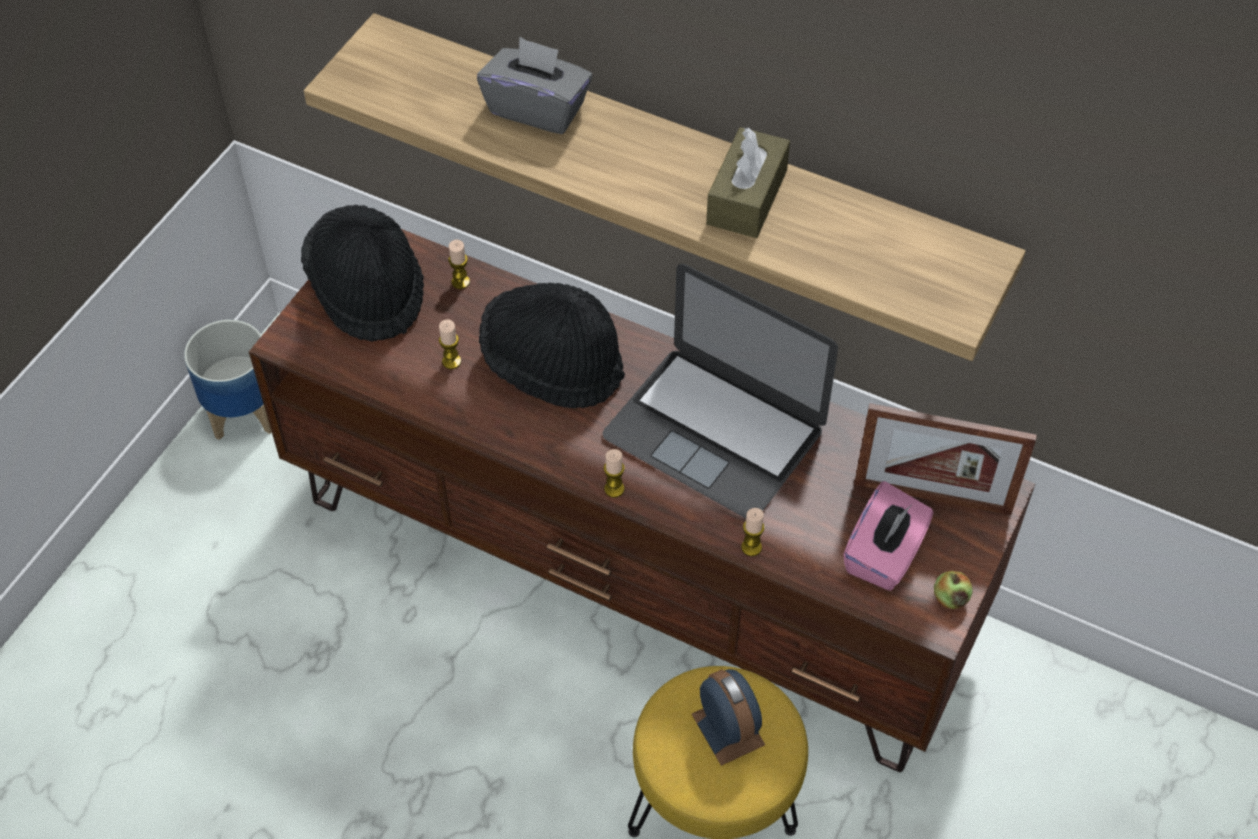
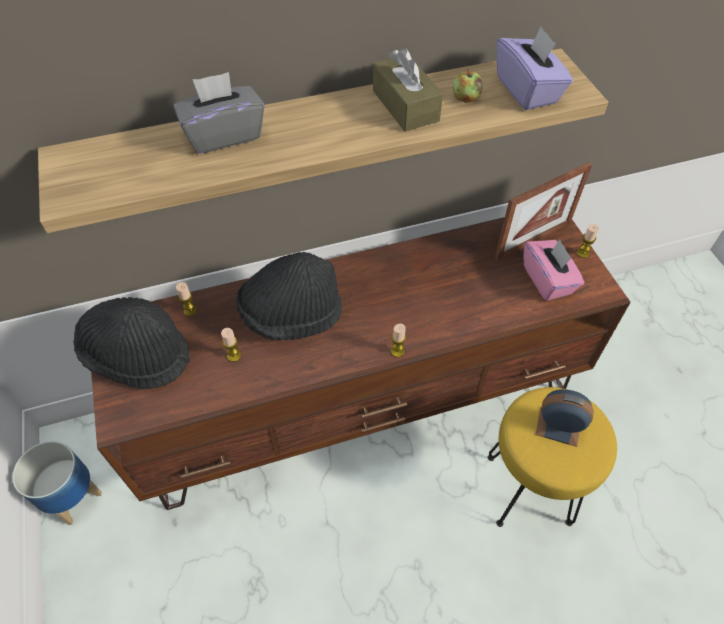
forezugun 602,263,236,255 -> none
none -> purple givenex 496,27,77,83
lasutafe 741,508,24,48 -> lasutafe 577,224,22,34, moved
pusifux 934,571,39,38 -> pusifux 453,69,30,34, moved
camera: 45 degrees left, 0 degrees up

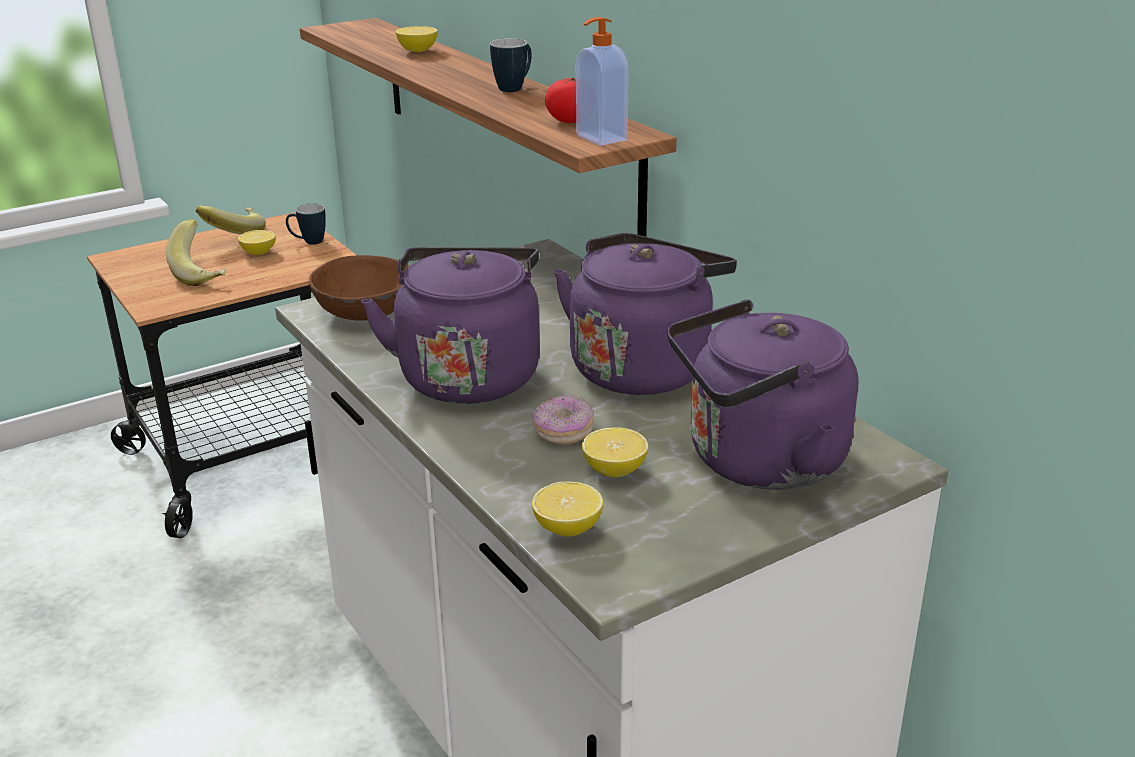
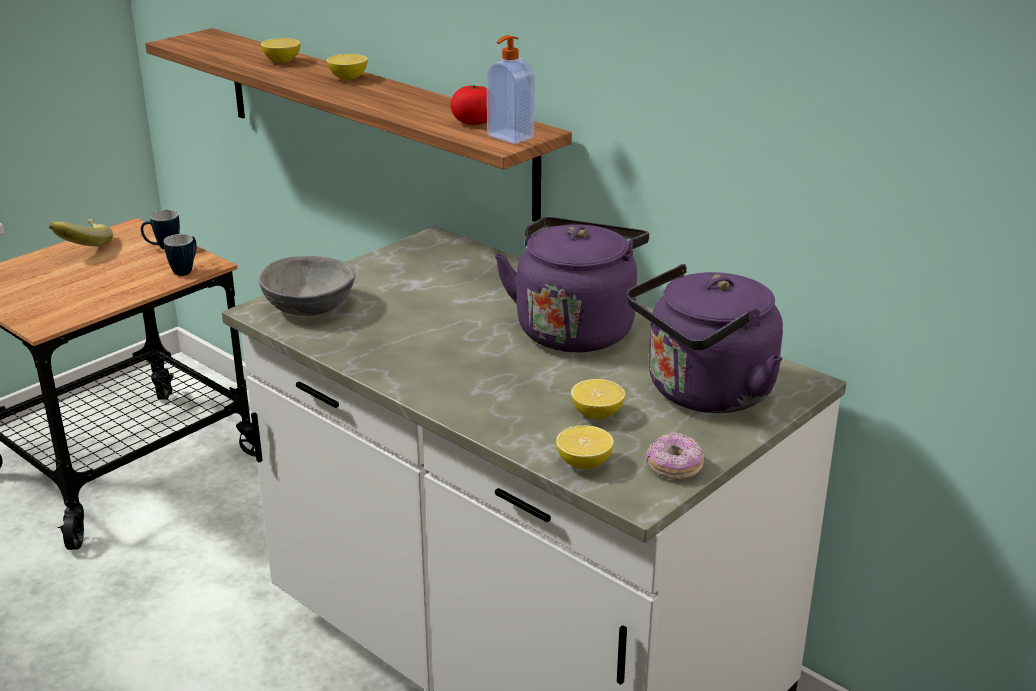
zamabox 166,219,59,67 -> none
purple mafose 361,247,179,157 -> none
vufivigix 238,230,38,25 -> vufivigix 327,54,41,26, moved
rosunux 490,38,42,54 -> rosunux 163,234,33,42, moved
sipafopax 533,394,61,50 -> sipafopax 646,432,58,48, moved
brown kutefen 309,255,102,65 -> grey kutefen 258,256,97,60
camera: 15 degrees left, 0 degrees up

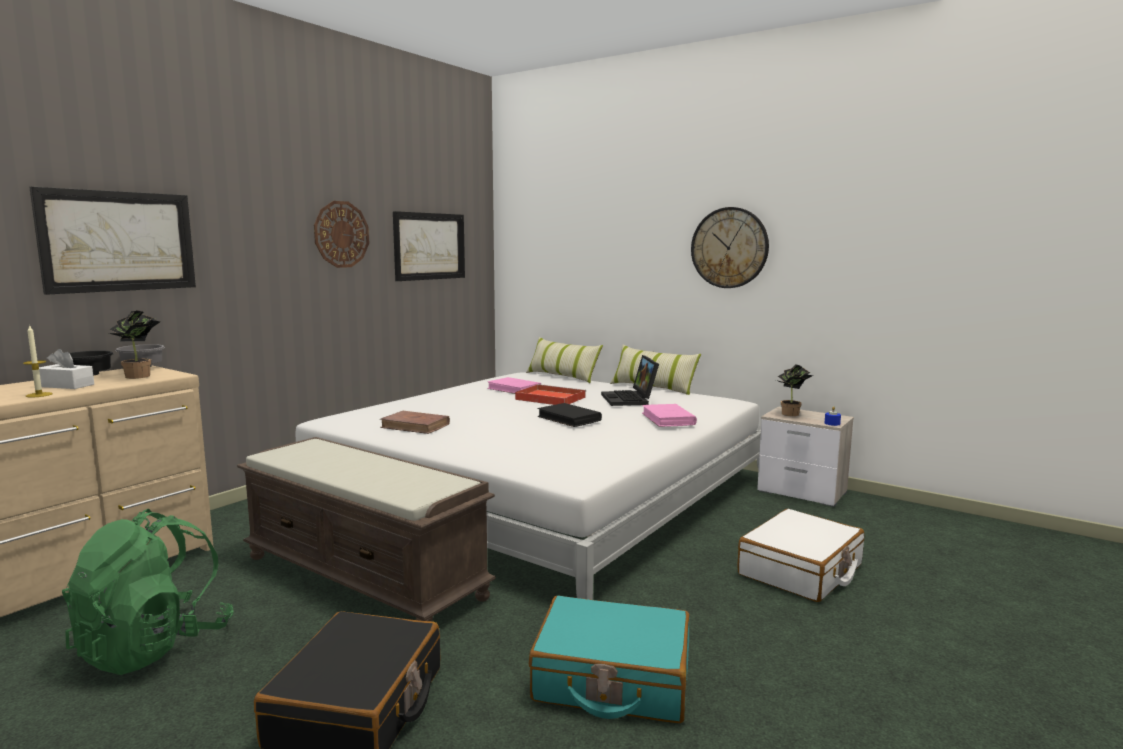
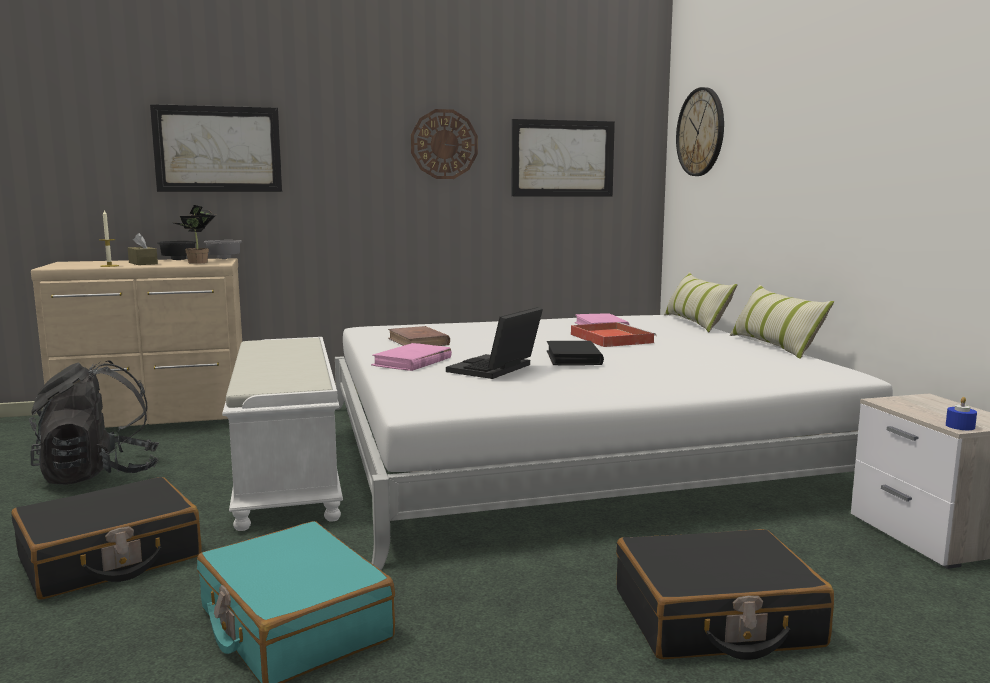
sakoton 776,364,37,52 -> none
forezugun 601,355,58,51 -> forezugun 446,307,97,72, moved
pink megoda 642,404,55,23 -> pink megoda 371,343,81,28, moved
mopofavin 691,207,78,81 -> mopofavin 676,87,48,89, moved
white givenex 39,349,55,40 -> brown givenex 128,233,30,32
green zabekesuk 62,509,172,166 -> black zabekesuk 29,360,130,125
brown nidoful 237,437,259,184 -> white nidoful 222,337,121,194
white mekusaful 737,509,127,93 -> black mekusaful 616,529,218,131
camera: 40 degrees right, 0 degrees up

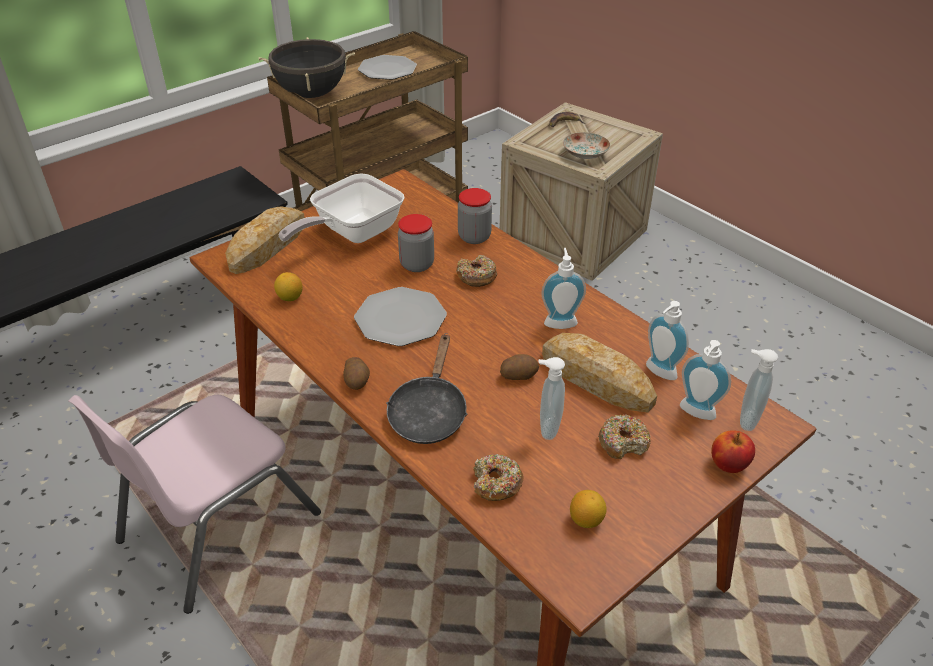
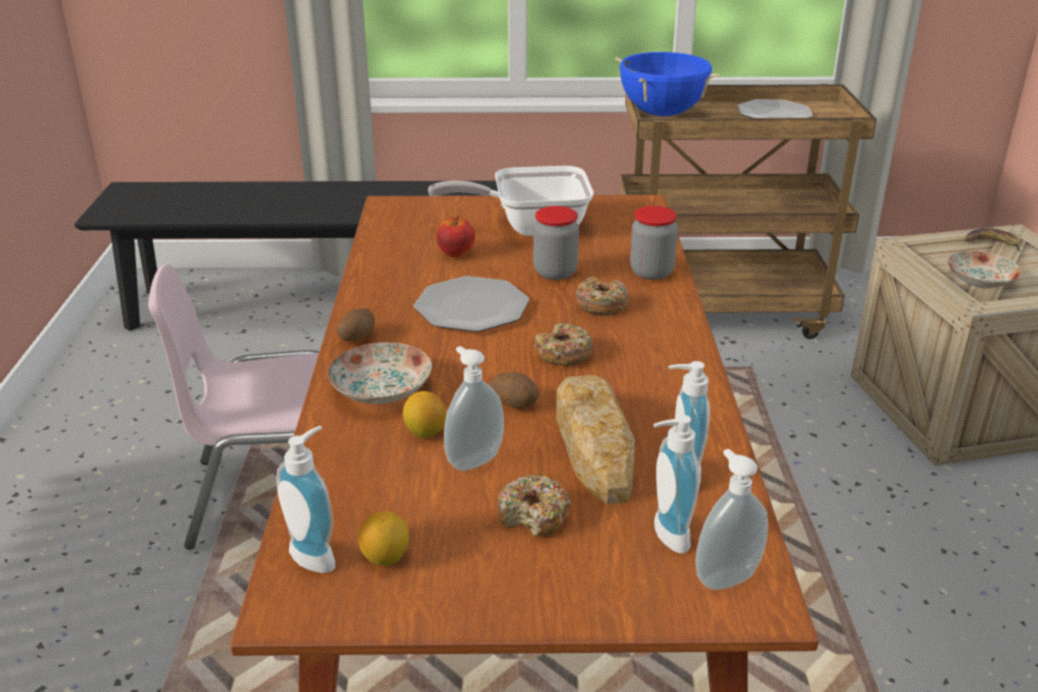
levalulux 225,207,80,67 -> none
vufivigix 274,272,29,29 -> vufivigix 403,391,43,47, moved
sipafopax 473,454,51,47 -> sipafopax 534,323,60,43, moved
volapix 541,248,45,81 -> volapix 276,426,59,147, moved
pusifux 711,431,44,42 -> pusifux 437,215,38,42, moved
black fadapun 386,333,81,111 -> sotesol 327,342,105,62
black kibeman 259,37,96,61 -> blue kibeman 615,52,104,64
camera: 40 degrees right, 10 degrees down

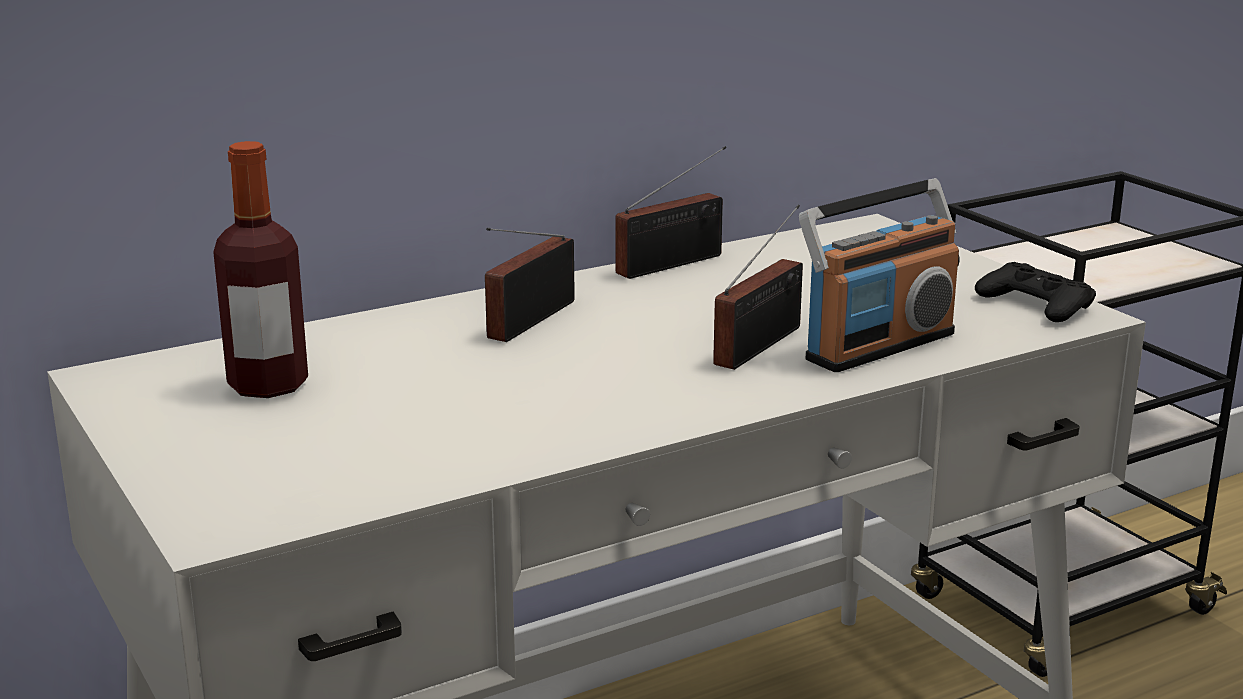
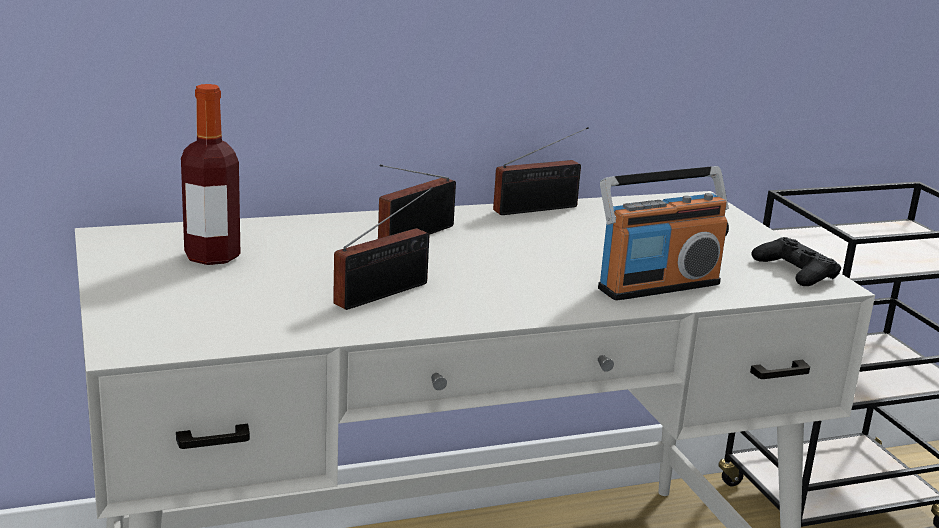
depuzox 713,205,90,165 -> depuzox 333,187,100,123, moved
camera: 10 degrees right, 0 degrees up

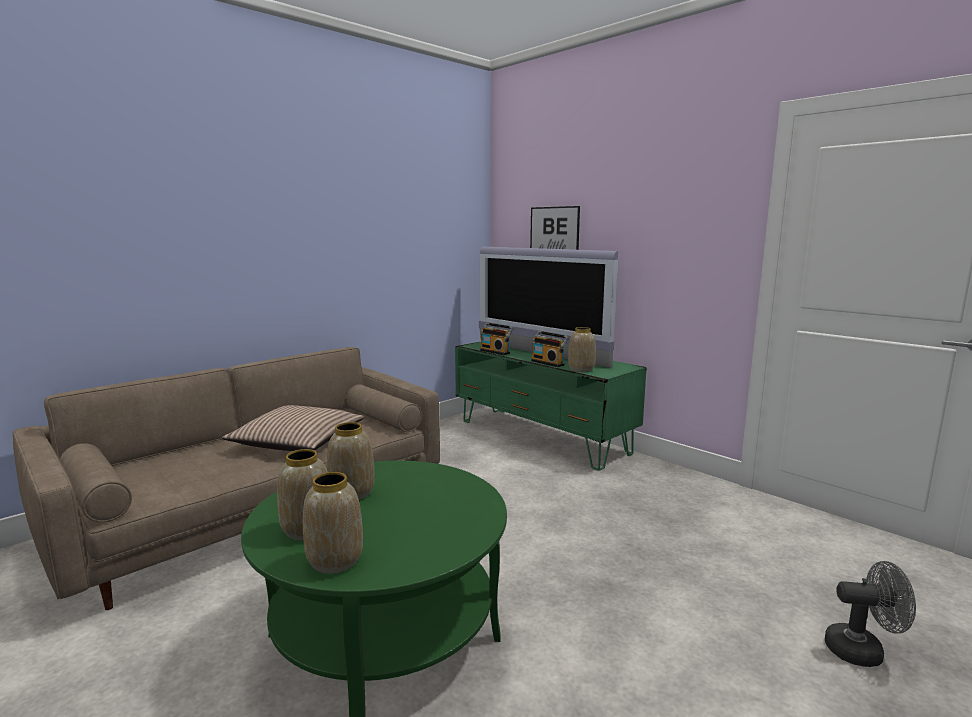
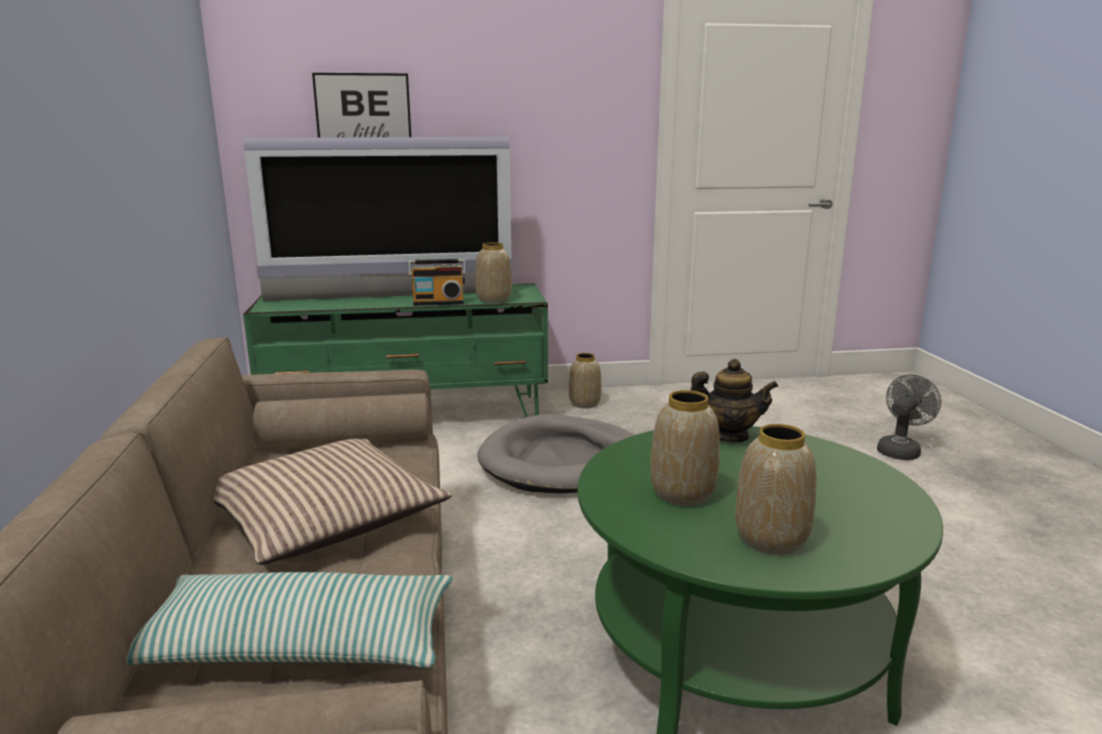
depuzox 480,323,34,32 -> none
none -> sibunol 126,572,327,96
none -> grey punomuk 477,414,157,80
none -> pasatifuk 691,359,88,84
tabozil 303,472,60,102 -> tabozil 569,353,32,55, moved
camera: 55 degrees left, 5 degrees up

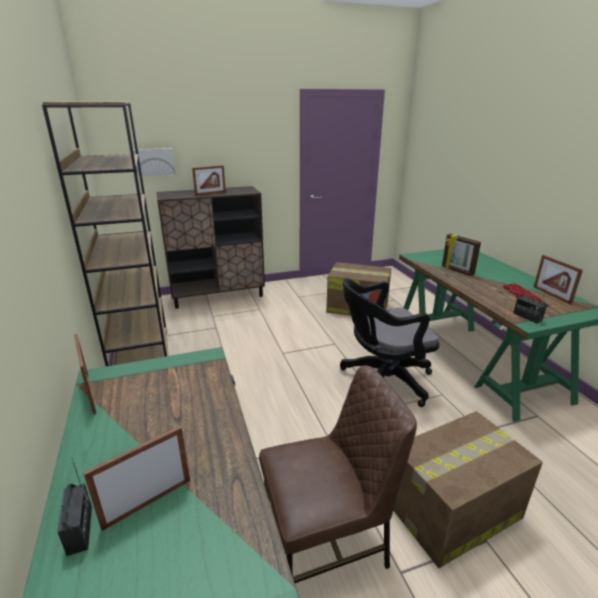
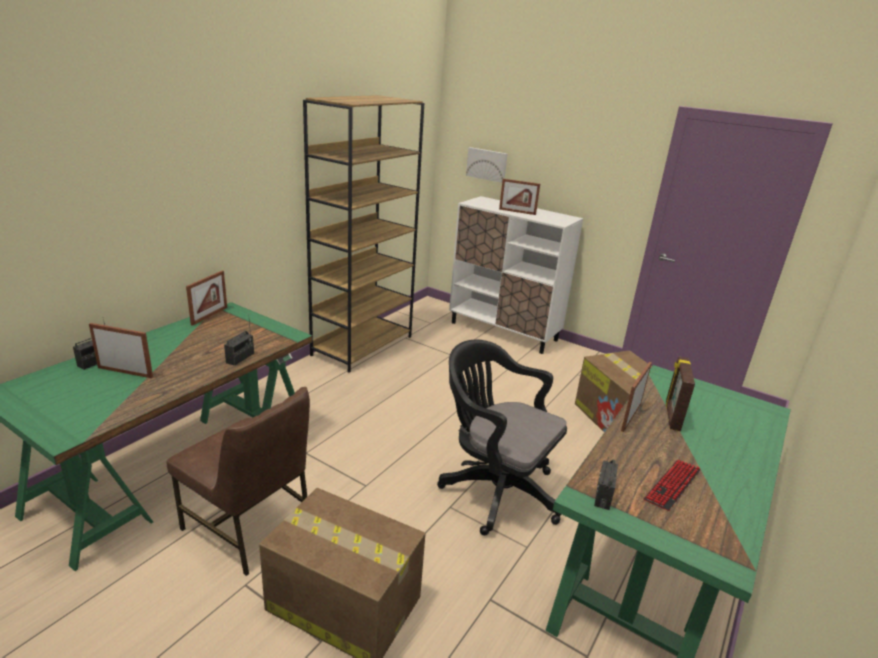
none -> depuzox 224,320,30,46
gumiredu 534,255,49,50 -> gumiredu 621,362,31,70, moved
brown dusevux 156,186,109,123 -> white dusevux 449,196,134,158
camera: 50 degrees right, 0 degrees up

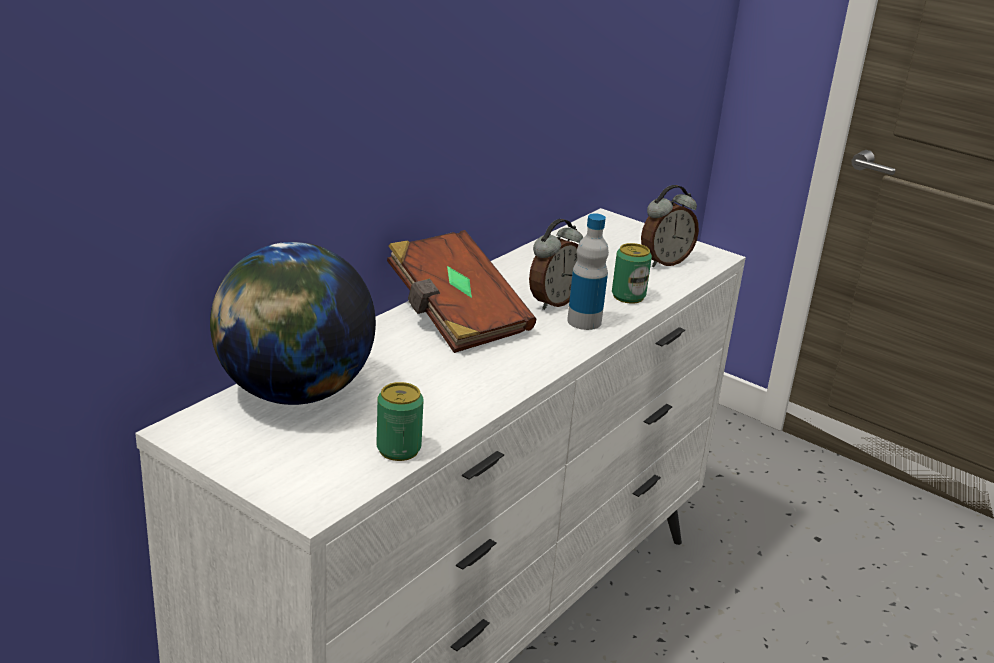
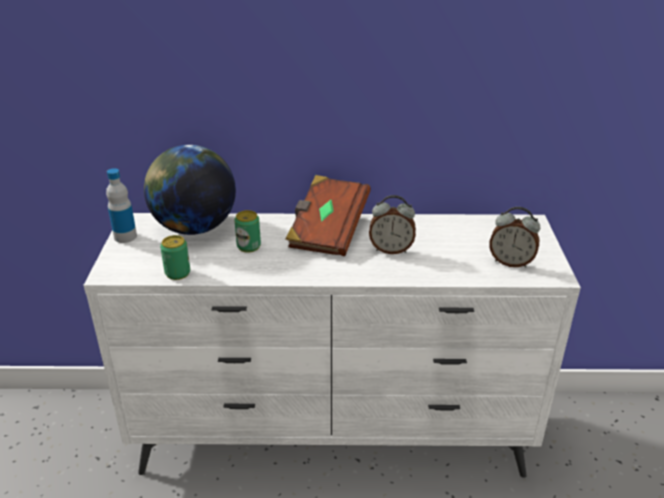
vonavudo 567,214,42,116 -> vonavudo 106,168,31,75, moved
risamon 612,243,40,61 -> risamon 234,210,27,43, moved
camera: 55 degrees right, 5 degrees up

